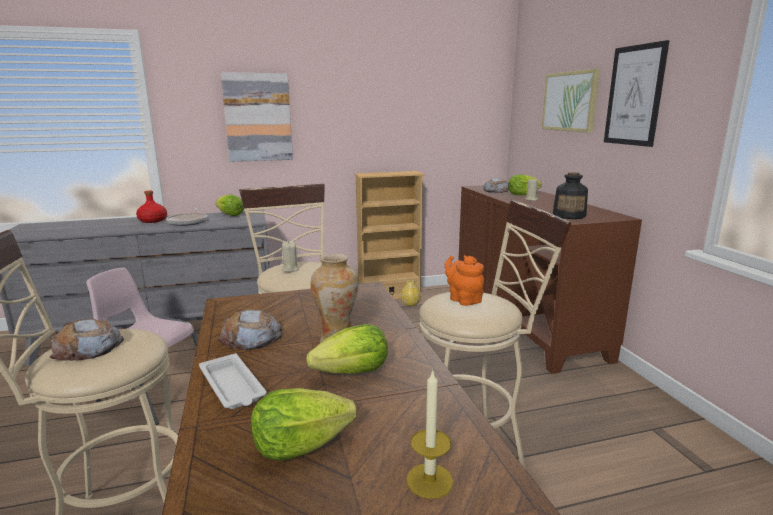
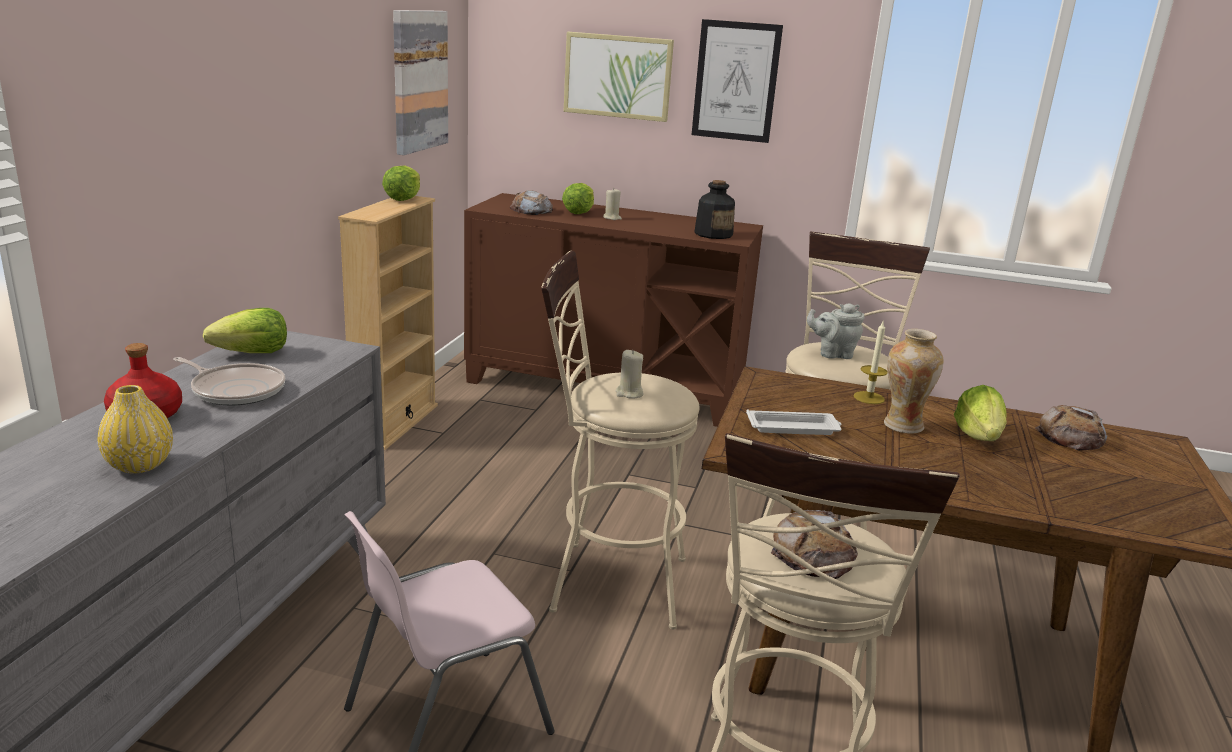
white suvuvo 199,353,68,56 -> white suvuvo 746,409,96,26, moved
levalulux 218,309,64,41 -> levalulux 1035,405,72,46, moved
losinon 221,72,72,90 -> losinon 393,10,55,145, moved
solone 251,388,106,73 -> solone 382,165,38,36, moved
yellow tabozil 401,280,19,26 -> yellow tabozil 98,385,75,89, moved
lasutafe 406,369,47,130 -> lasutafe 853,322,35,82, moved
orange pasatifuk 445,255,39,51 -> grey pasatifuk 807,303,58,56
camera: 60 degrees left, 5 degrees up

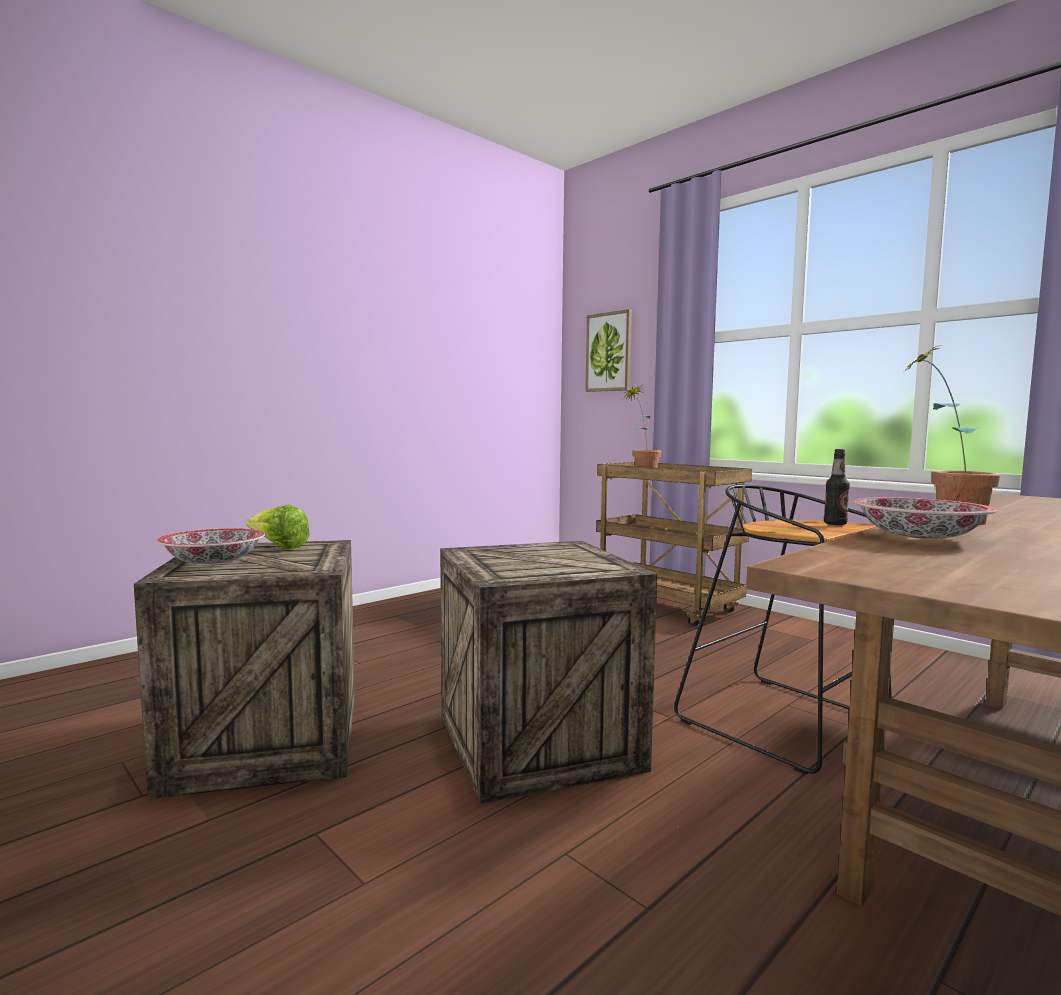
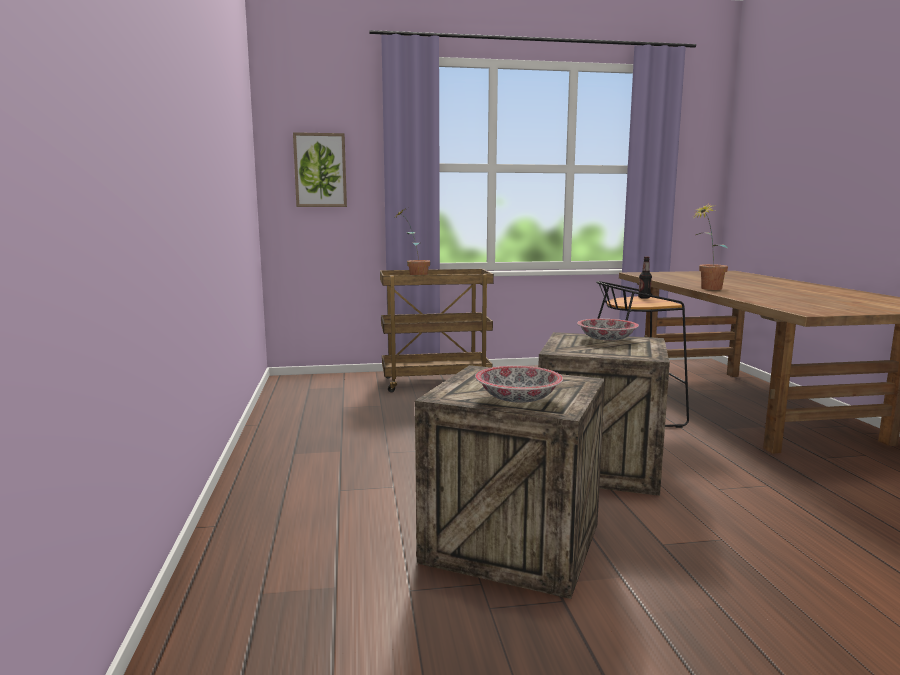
solone 246,504,64,45 -> none
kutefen 853,497,144,42 -> kutefen 577,319,62,22, moved
camera: 55 degrees left, 5 degrees up

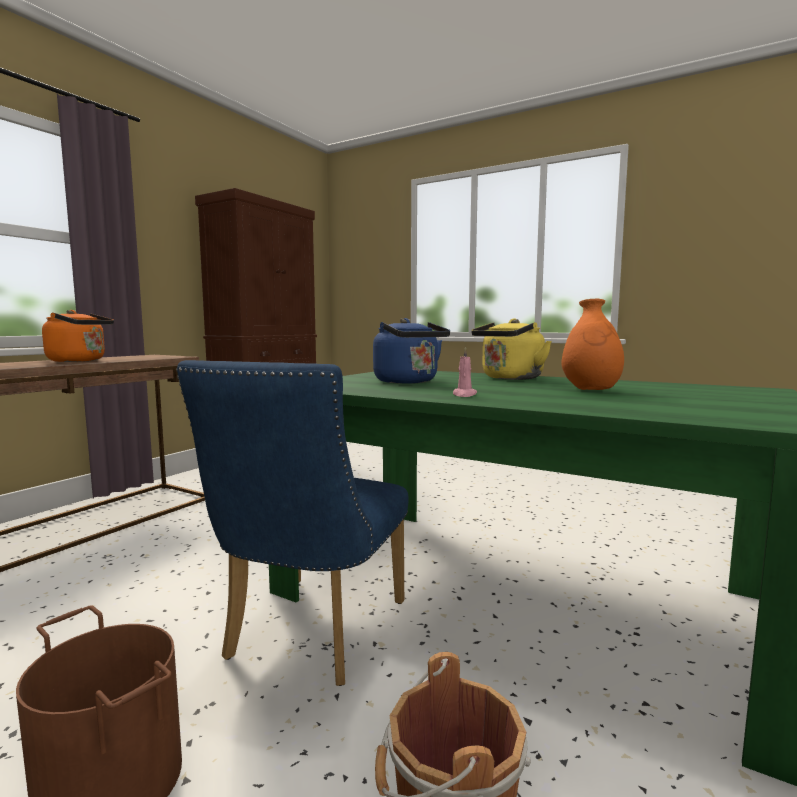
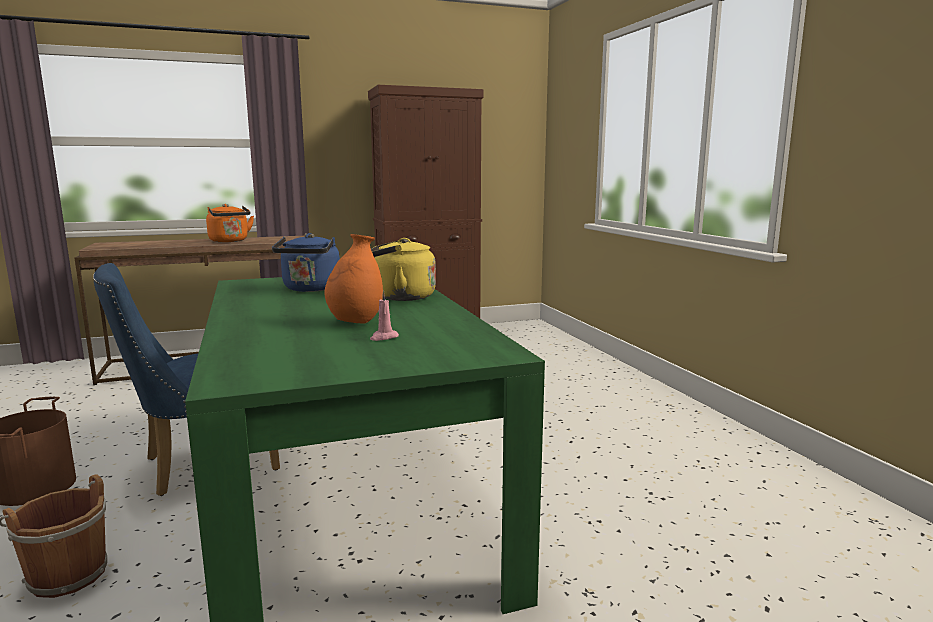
pink lasutafe 453,347,24,50 -> pink lasutafe 370,290,29,51, moved
camera: 40 degrees right, 5 degrees up

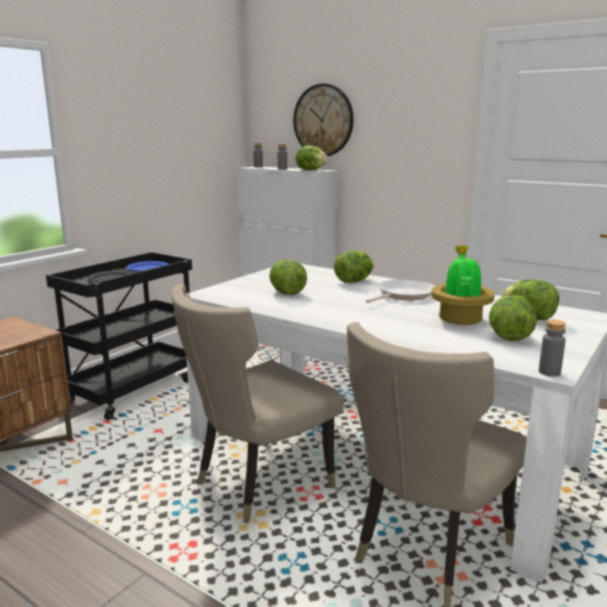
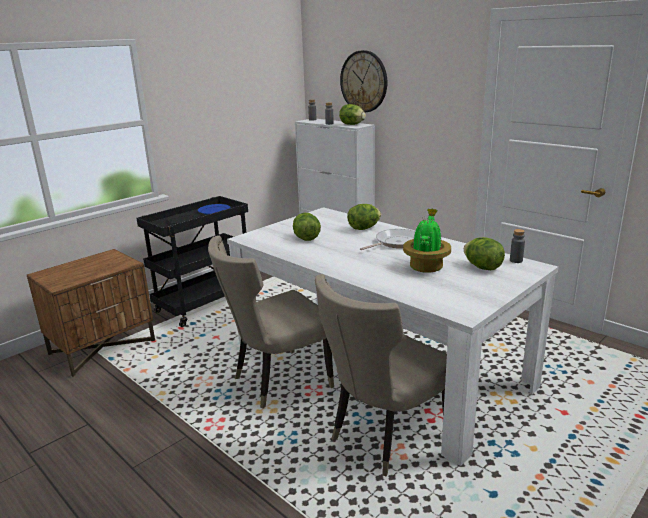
solone 489,295,48,46 -> none
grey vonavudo 539,320,27,57 -> grey vonavudo 510,229,15,34, moved
camera: 10 degrees right, 5 degrees up

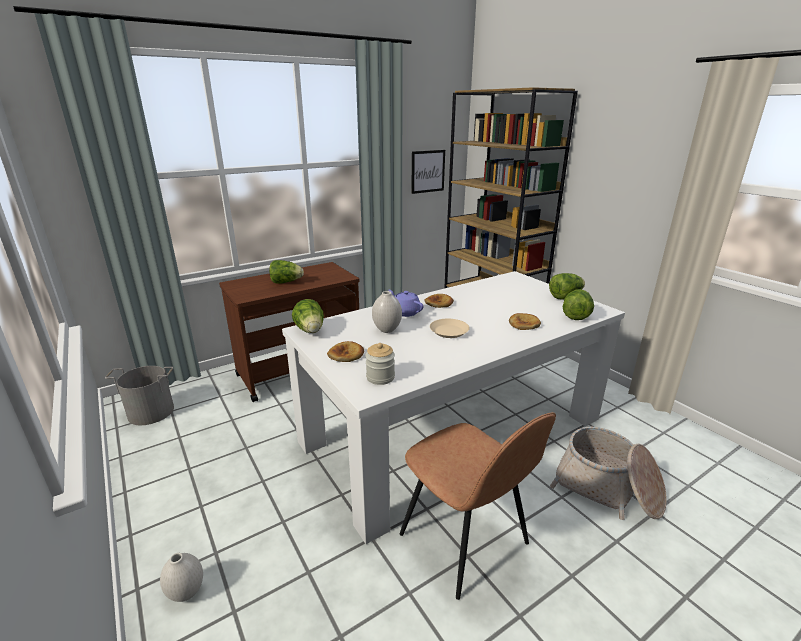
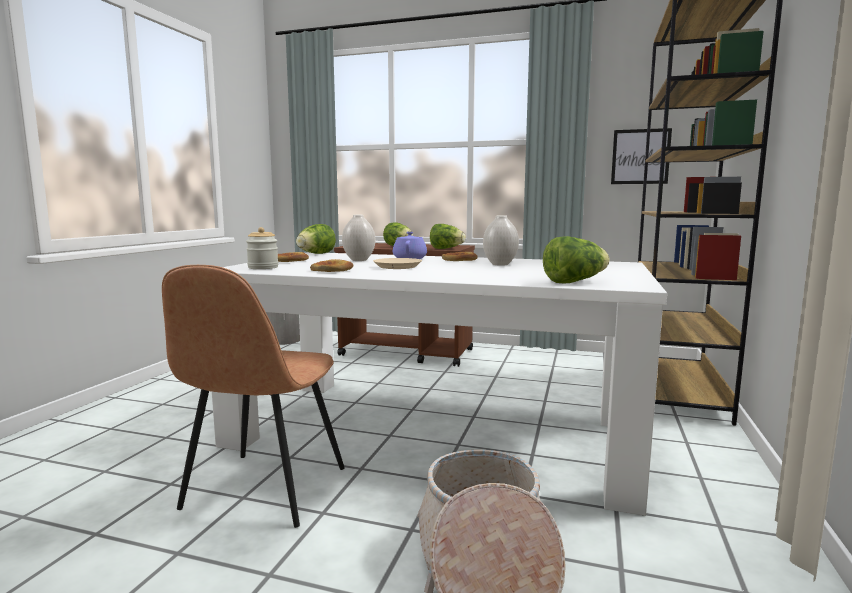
white tabozil 160,553,43,49 -> white tabozil 483,215,36,51, moved
levalulux 509,313,32,17 -> levalulux 310,259,44,13, moved
solone 549,273,36,26 -> solone 430,224,36,25, moved
camera: 50 degrees right, 15 degrees down

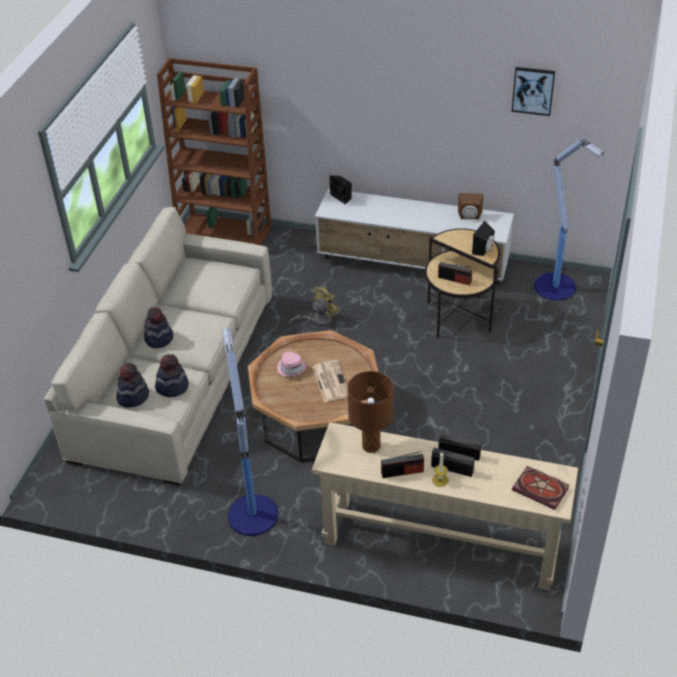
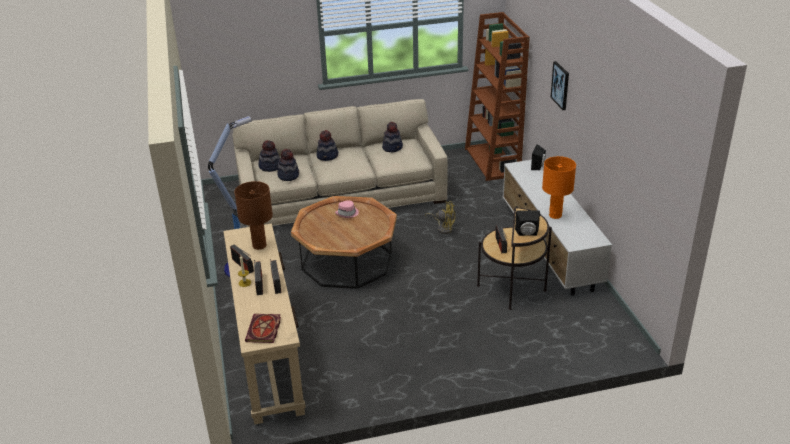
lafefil 312,360,36,42 -> none
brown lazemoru 458,193,25,26 -> none
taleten 534,137,71,164 -> none
none -> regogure 382,122,21,30
none -> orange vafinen 542,156,34,63
losinon 512,67,43,49 -> losinon 550,61,19,49, moved
camera: 60 degrees right, 10 degrees down

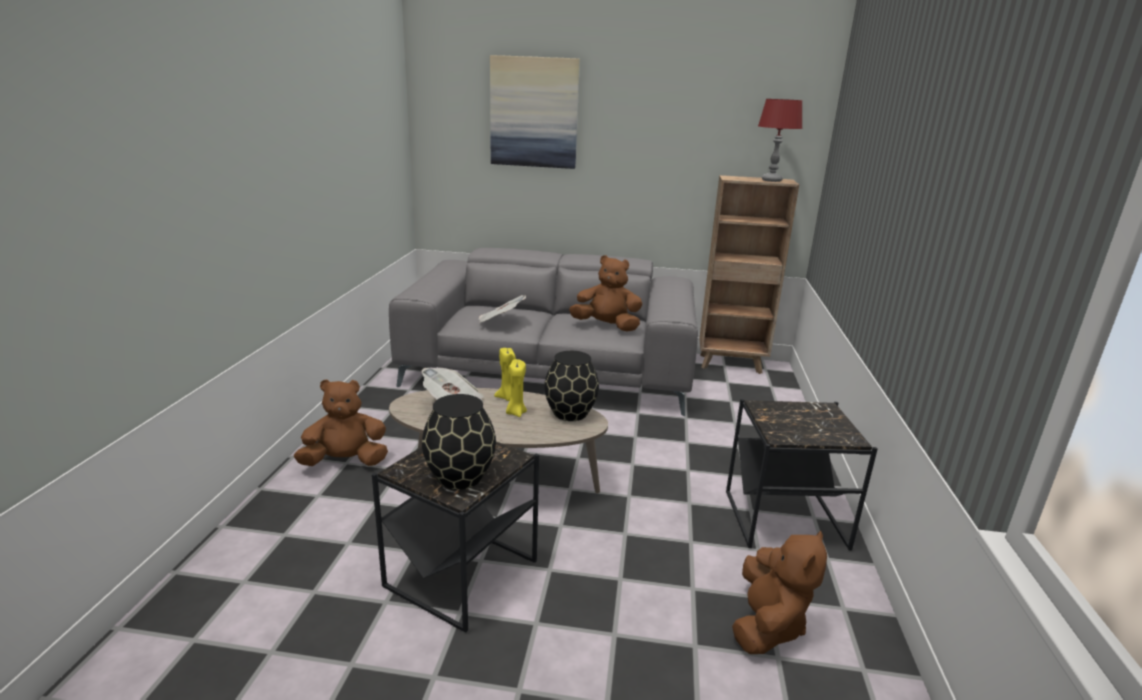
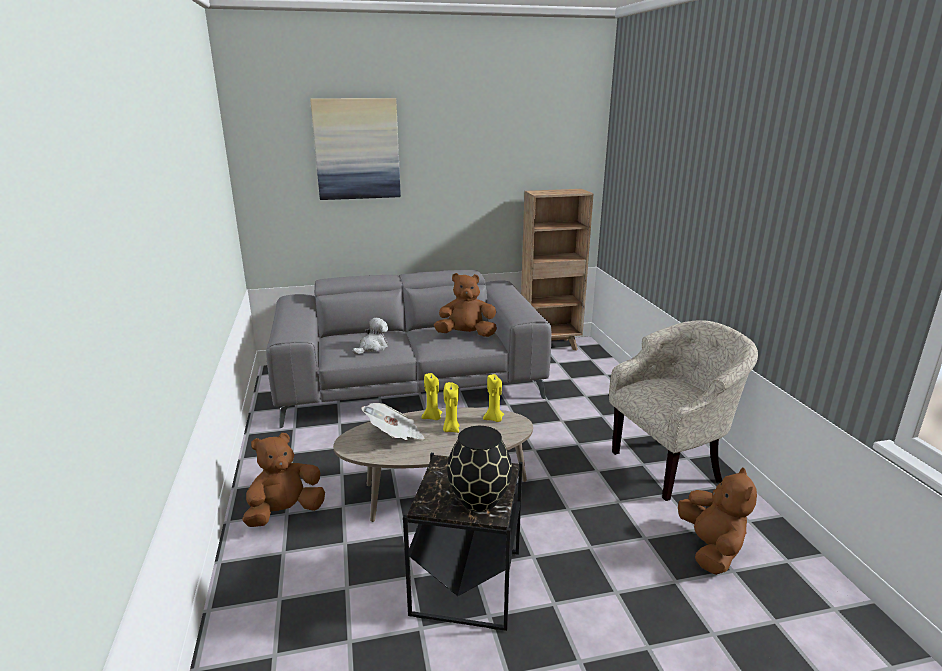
red vafinen 758,99,44,83 -> none
lafefil 479,295,47,28 -> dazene 353,318,35,36
black tabozil 544,351,55,70 -> yellow lasutafe 483,374,21,48
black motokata 726,399,152,151 -> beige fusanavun 609,320,149,181
camera: 20 degrees left, 0 degrees up

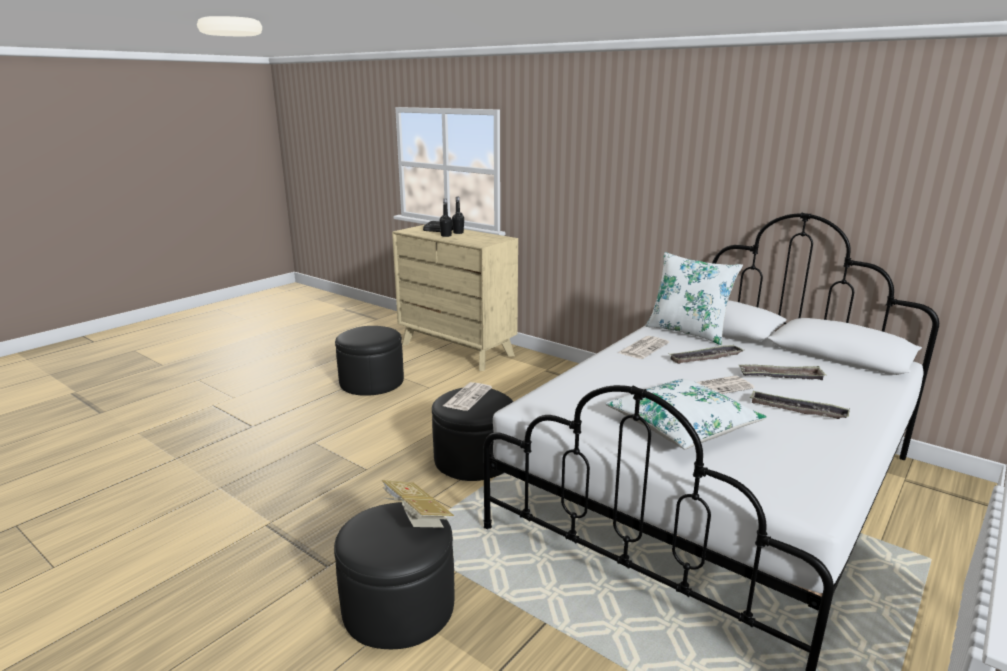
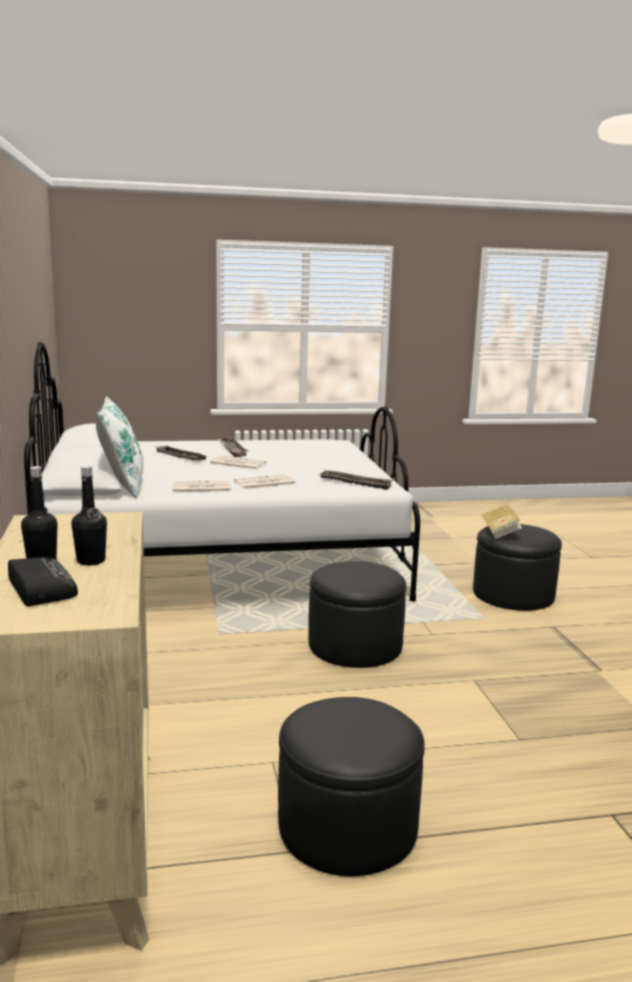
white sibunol 605,379,162,70 -> none
lafefil 443,382,49,29 -> lafefil 234,474,62,16, moved
suvuvo 670,345,74,19 -> suvuvo 319,470,75,20, moved
camera: 140 degrees left, 5 degrees down

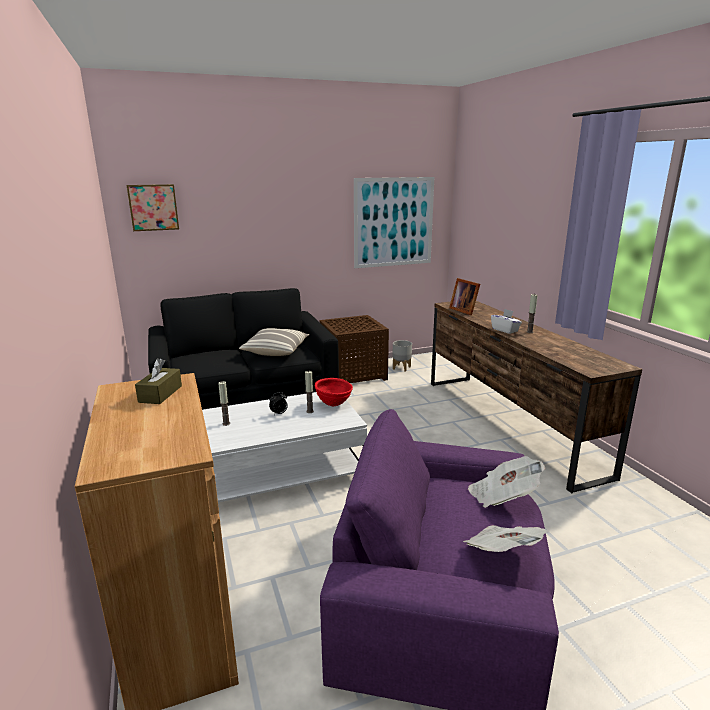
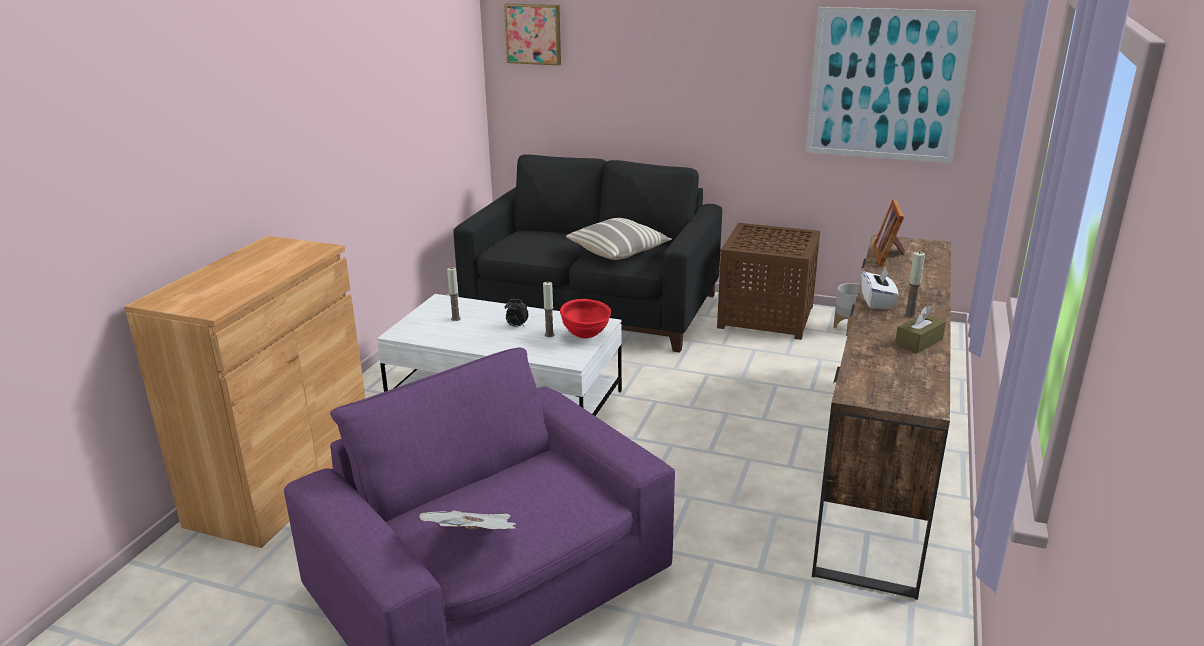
lafefil 468,456,77,52 -> none
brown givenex 135,358,47,46 -> brown givenex 895,306,51,47, moved
camera: 40 degrees right, 5 degrees up

